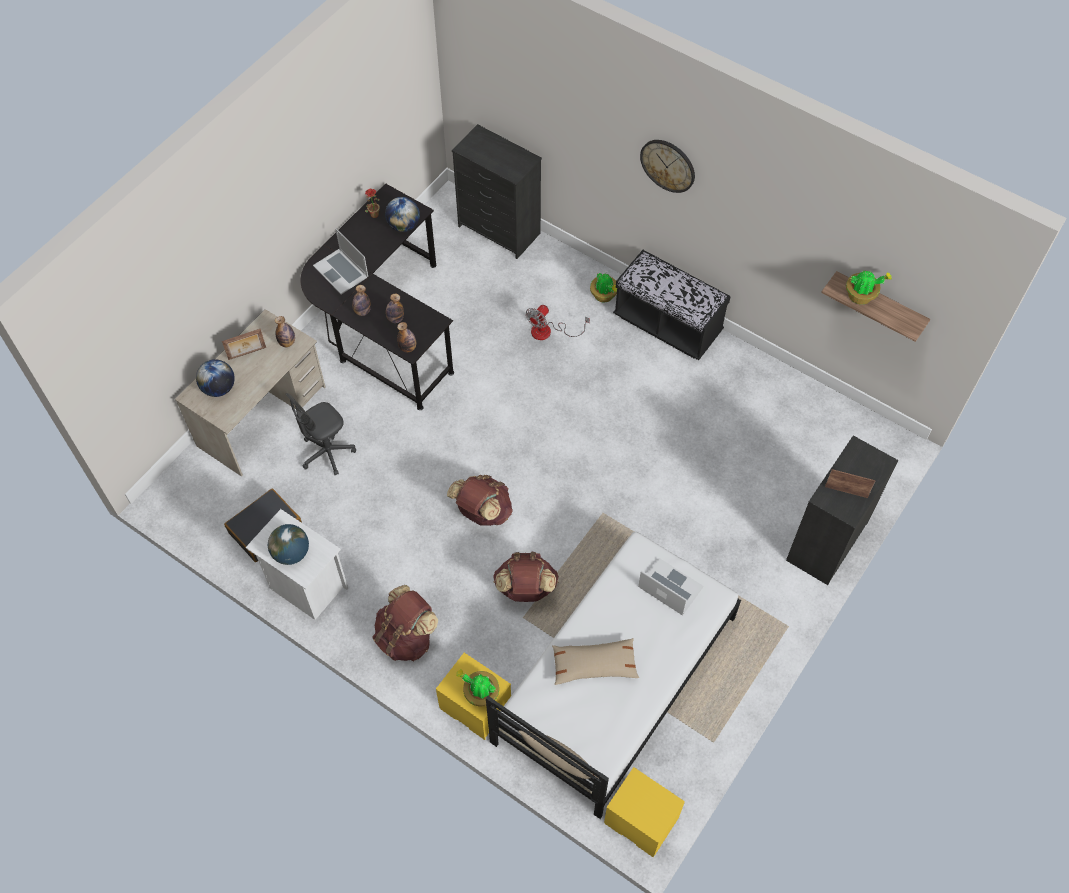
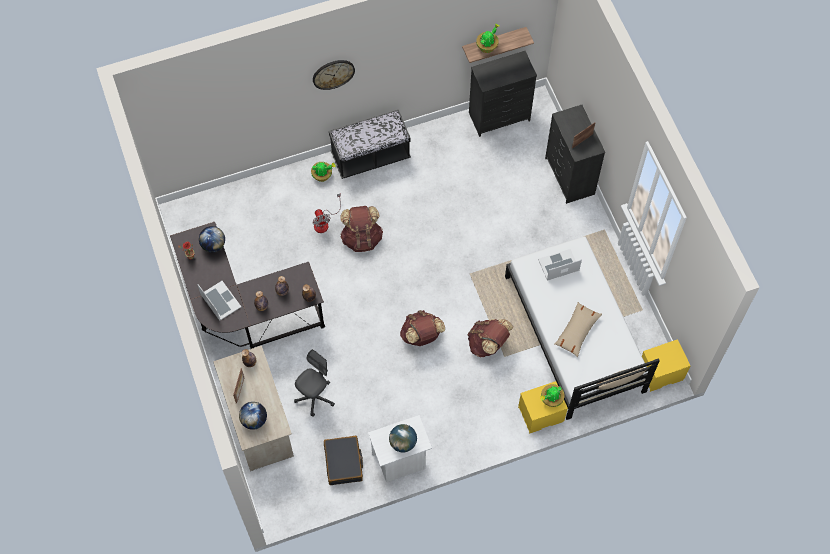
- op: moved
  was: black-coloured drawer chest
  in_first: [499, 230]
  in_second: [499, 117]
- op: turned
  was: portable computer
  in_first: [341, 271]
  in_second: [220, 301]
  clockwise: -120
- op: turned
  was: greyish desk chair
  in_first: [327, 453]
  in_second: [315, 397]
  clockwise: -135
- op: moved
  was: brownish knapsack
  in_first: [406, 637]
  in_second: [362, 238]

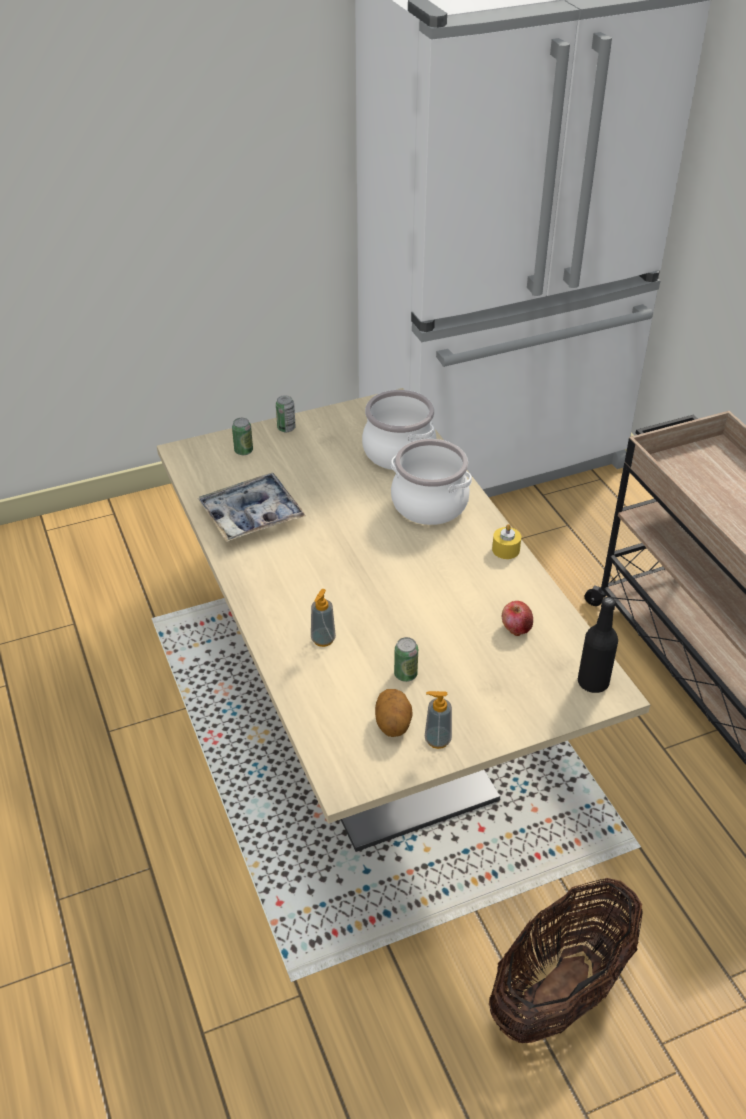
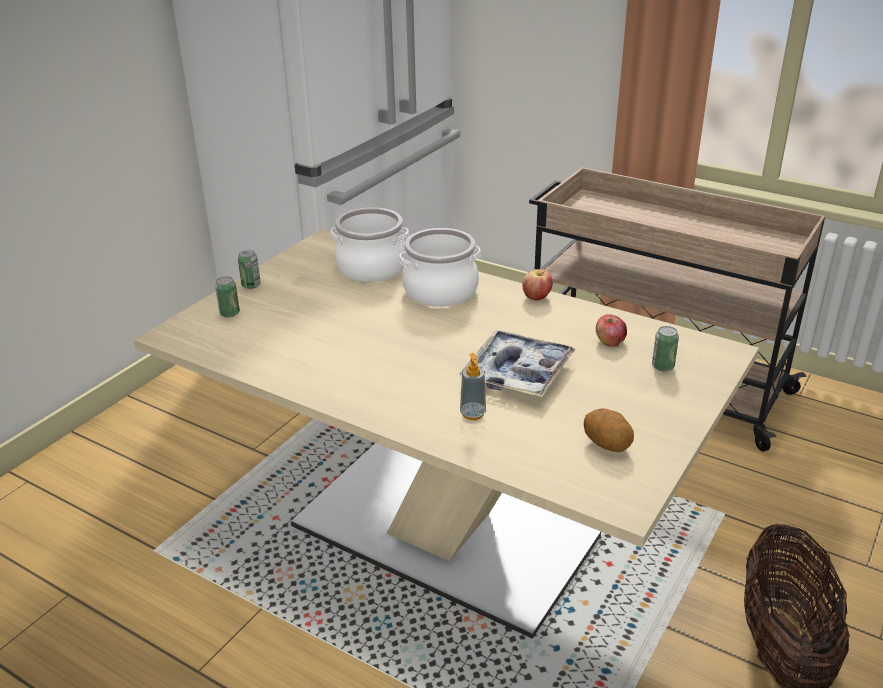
- op: moved
  was: carrying tray
  in_first: [252, 515]
  in_second: [517, 373]
- op: replaced
  was: yellow candle
  now: whole apple
  in_first: [506, 549]
  in_second: [536, 297]
- op: removed
  was: black-coloured bottle
  in_first: [593, 682]
- op: moved
  was: metal can
  in_first: [405, 674]
  in_second: [662, 366]
- op: removed
  was: liquid soap bottle
  in_first: [437, 740]

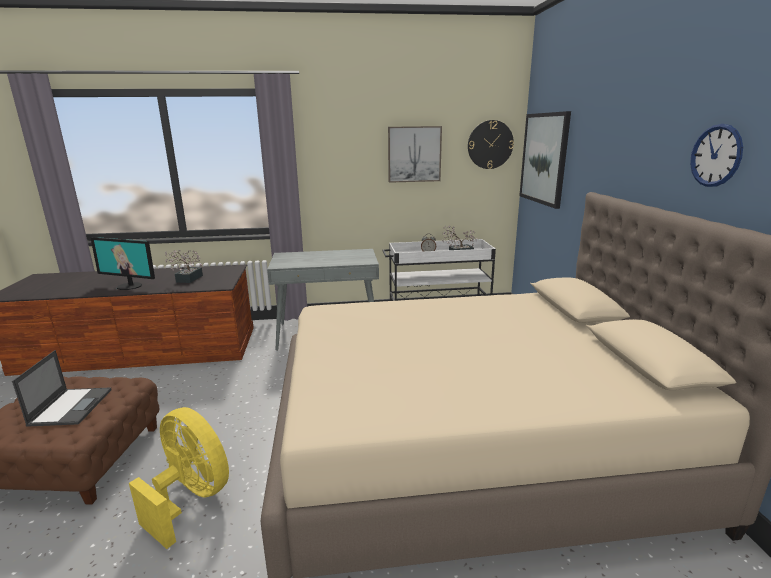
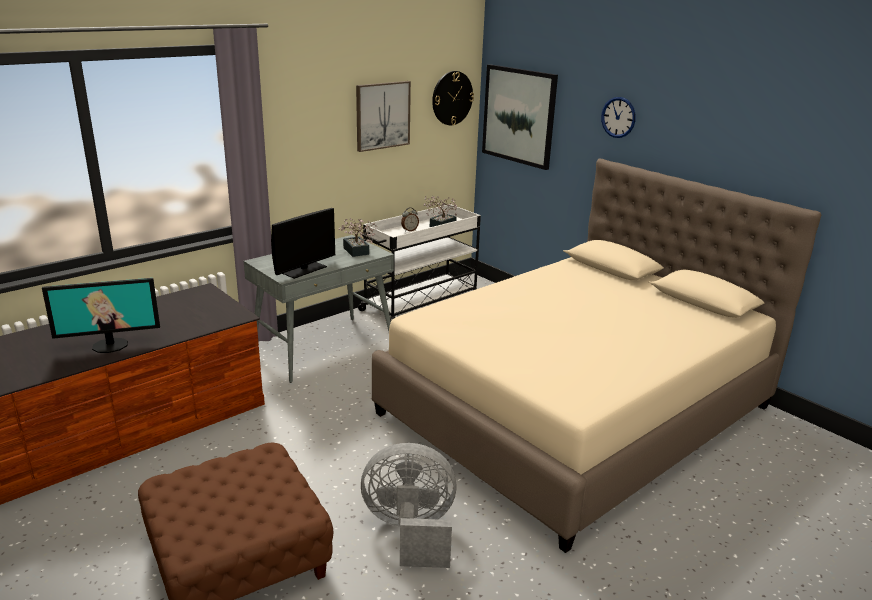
- op: moved
  was: wall clock
  in_first: [716, 155]
  in_second: [618, 117]
- op: moved
  was: potted plant
  in_first: [187, 280]
  in_second: [357, 252]
- op: removed
  was: portable computer
  in_first: [71, 406]
- op: recoloured
  was: yellow cooling fan
  now: greyish cooling fan
  in_first: [191, 498]
  in_second: [410, 532]
- op: added
  now: computer display
  in_second: [304, 270]

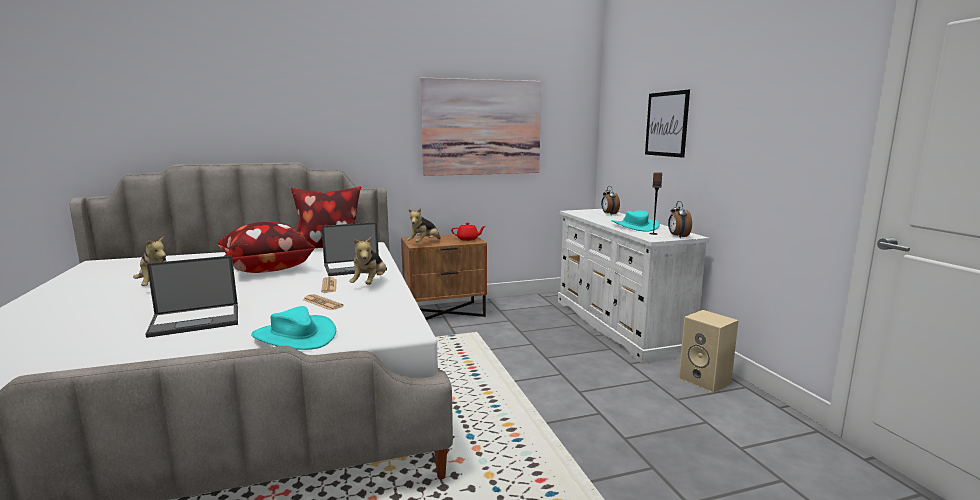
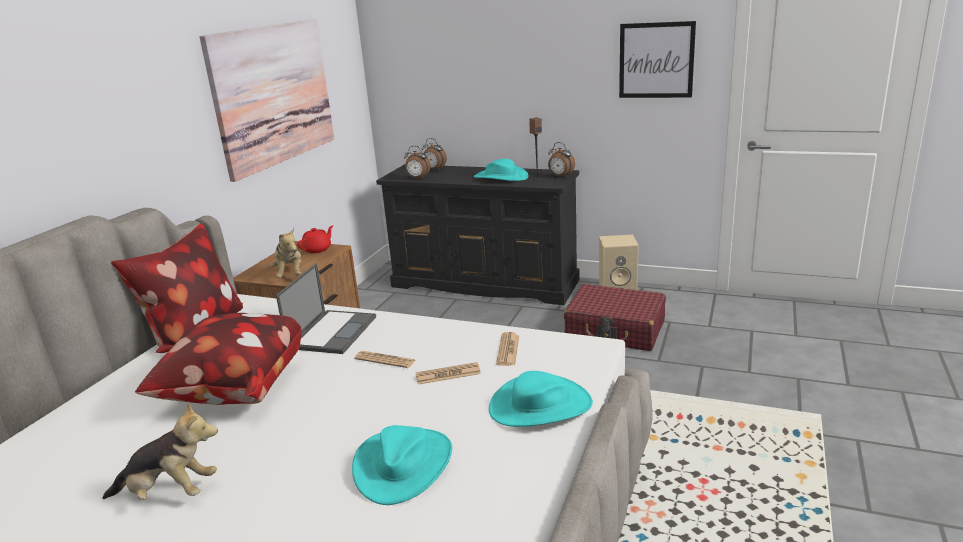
- op: moved
  was: wall art
  in_first: [666, 124]
  in_second: [656, 60]
- op: recoloured
  was: whitish drawer chest
  now: black-coloured drawer chest
  in_first: [618, 325]
  in_second: [485, 283]
- op: removed
  was: plush toy
  in_first: [370, 284]
- op: replaced
  was: portable computer
  now: turquoise wearable hat
  in_first: [197, 320]
  in_second: [403, 464]
- op: added
  now: table clock
  in_second: [417, 178]
- op: added
  now: reddish suitcase
  in_second: [615, 330]
- op: added
  now: printed paper
  in_second: [508, 350]

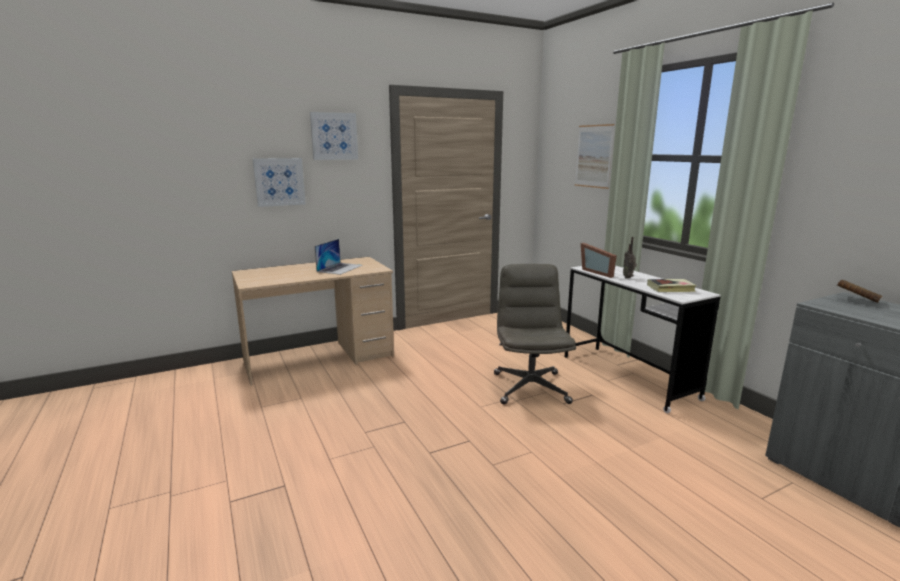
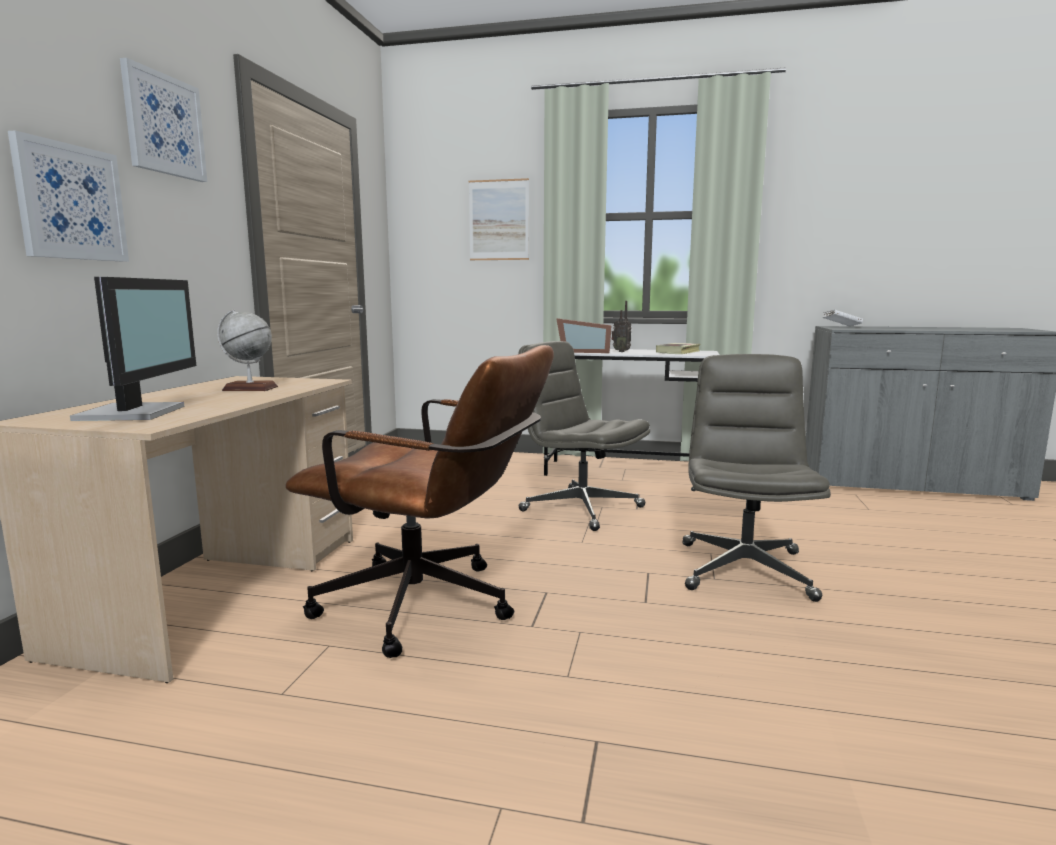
- op: replaced
  was: portable computer
  now: desk globe
  in_first: [340, 268]
  in_second: [250, 388]
- op: recoloured
  was: brownish bound book
  now: whitish bound book
  in_first: [856, 300]
  in_second: [841, 326]
- op: added
  now: computer display
  in_second: [136, 413]
- op: added
  now: brownish desk chair
  in_second: [432, 608]
- op: added
  now: greyish desk chair
  in_second: [744, 569]

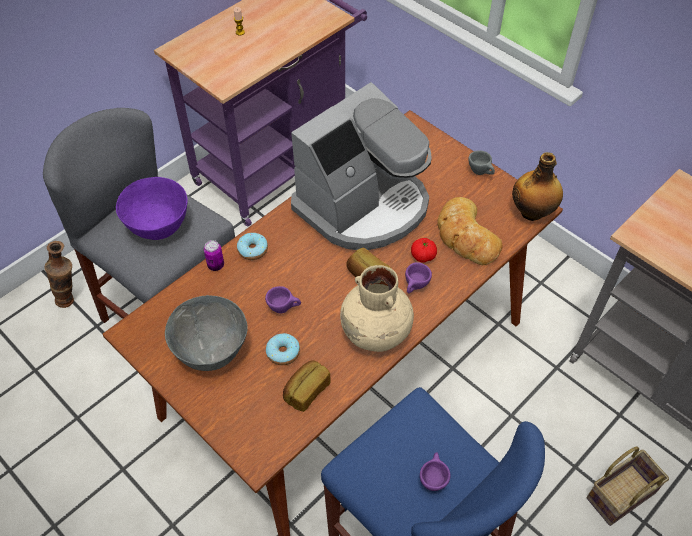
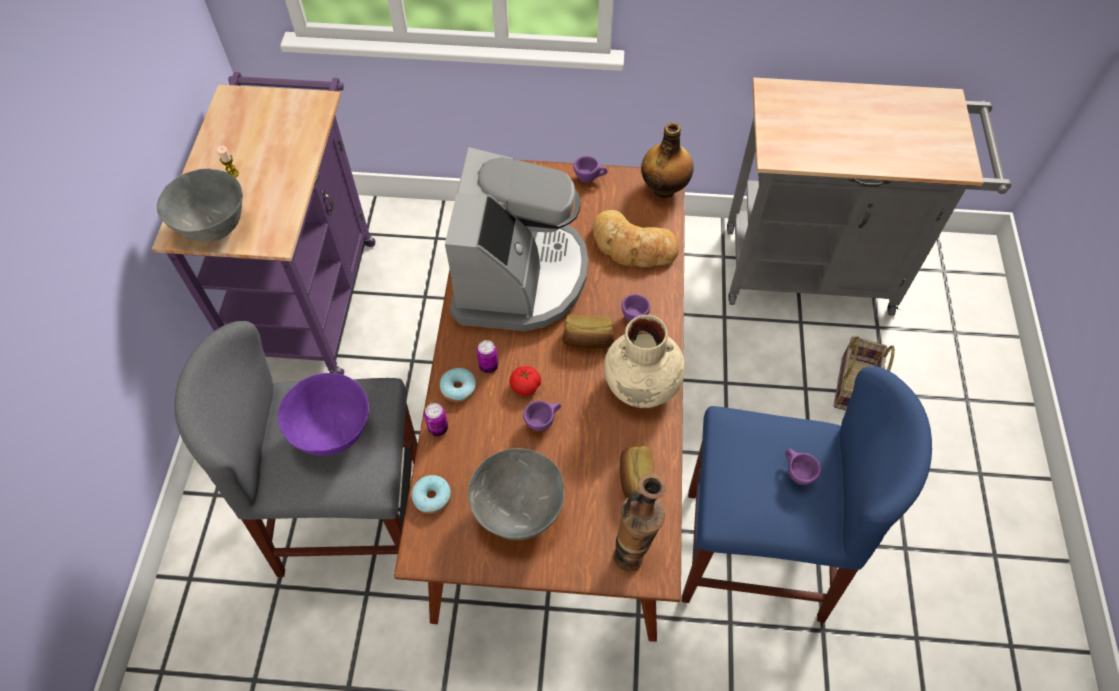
- op: recoloured
  was: greyish small cup
  now: purplish small cup
  in_first: [481, 172]
  in_second: [590, 179]
- op: moved
  was: fresh tomato
  in_first: [423, 256]
  in_second: [525, 386]
- op: moved
  was: decorative vase
  in_first: [71, 300]
  in_second: [633, 549]
- op: moved
  was: doughnut
  in_first: [283, 353]
  in_second: [432, 497]
- op: added
  now: greyish serving bowl
  in_second: [214, 227]
- op: added
  now: metal can
  in_second: [488, 366]

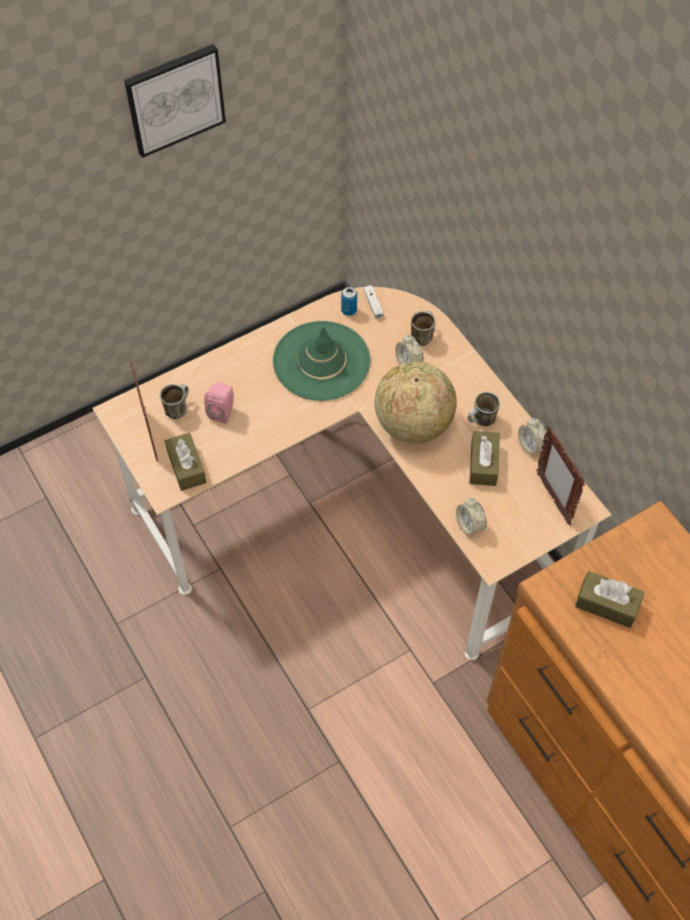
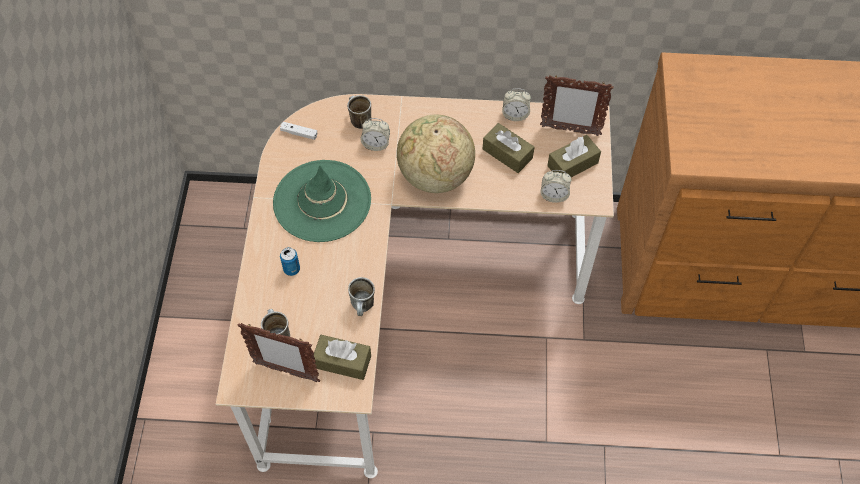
- op: removed
  was: wall art
  in_first: [175, 99]
- op: moved
  was: metal can
  in_first: [349, 310]
  in_second: [291, 269]
- op: removed
  was: pinkish speaker
  in_first: [223, 411]
- op: moved
  was: tea mug
  in_first: [481, 422]
  in_second: [363, 307]
- op: moved
  was: brownish box of tissues
  in_first: [607, 604]
  in_second: [572, 164]

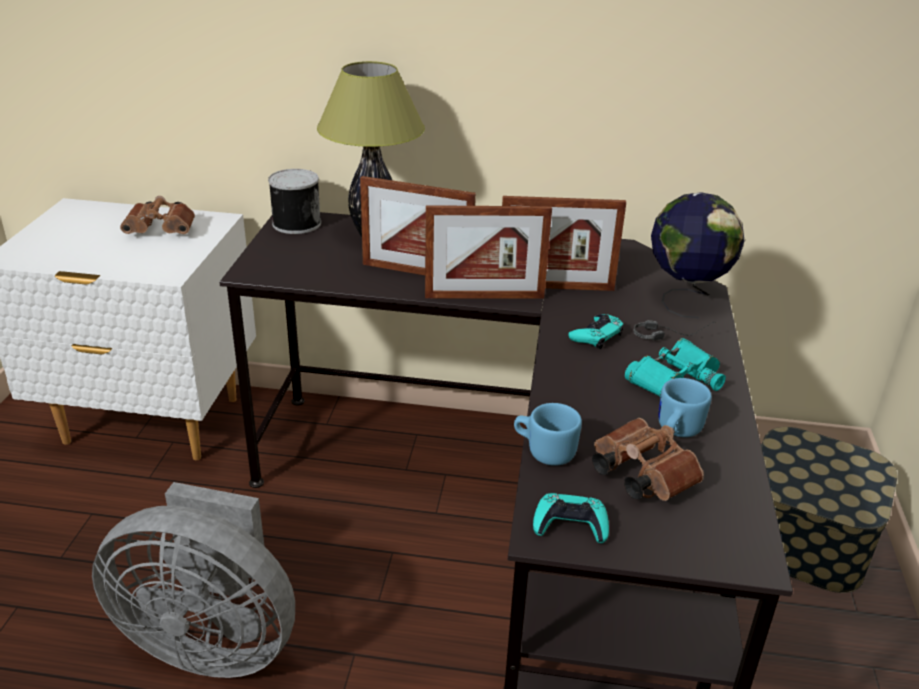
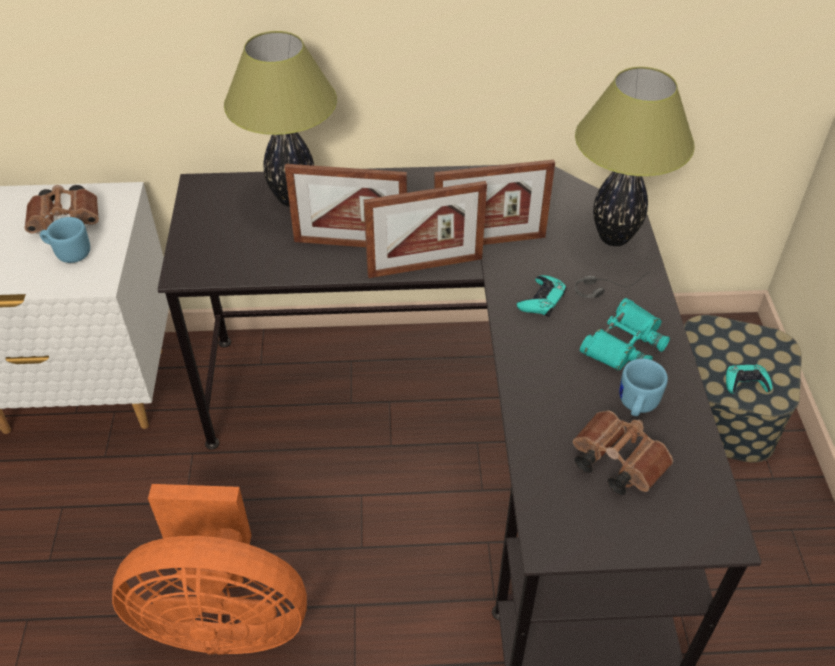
- op: removed
  was: metal can
  in_first: [295, 223]
- op: replaced
  was: desk globe
  now: lamp for a table
  in_first: [685, 299]
  in_second: [613, 237]
- op: moved
  was: blue-coloured tea mug
  in_first: [544, 451]
  in_second: [69, 252]
- op: recoloured
  was: greyish cooling fan
  now: orange cooling fan
  in_first: [212, 640]
  in_second: [222, 617]
- op: moved
  was: turquoise game controller
  in_first: [570, 525]
  in_second: [745, 383]

